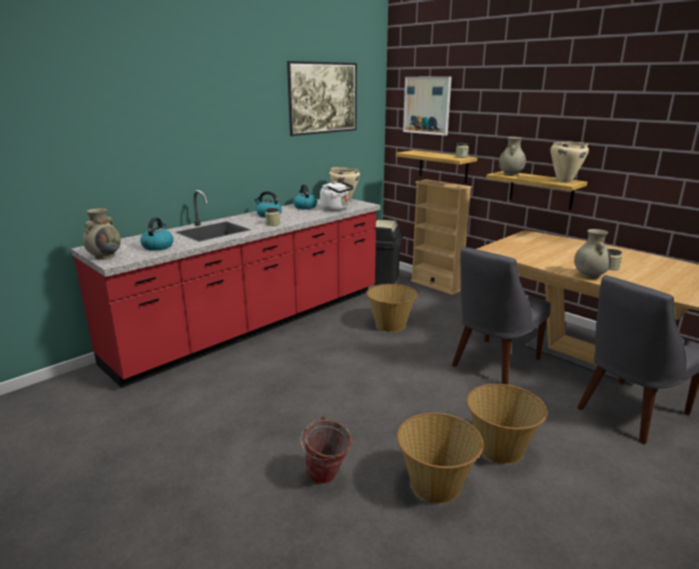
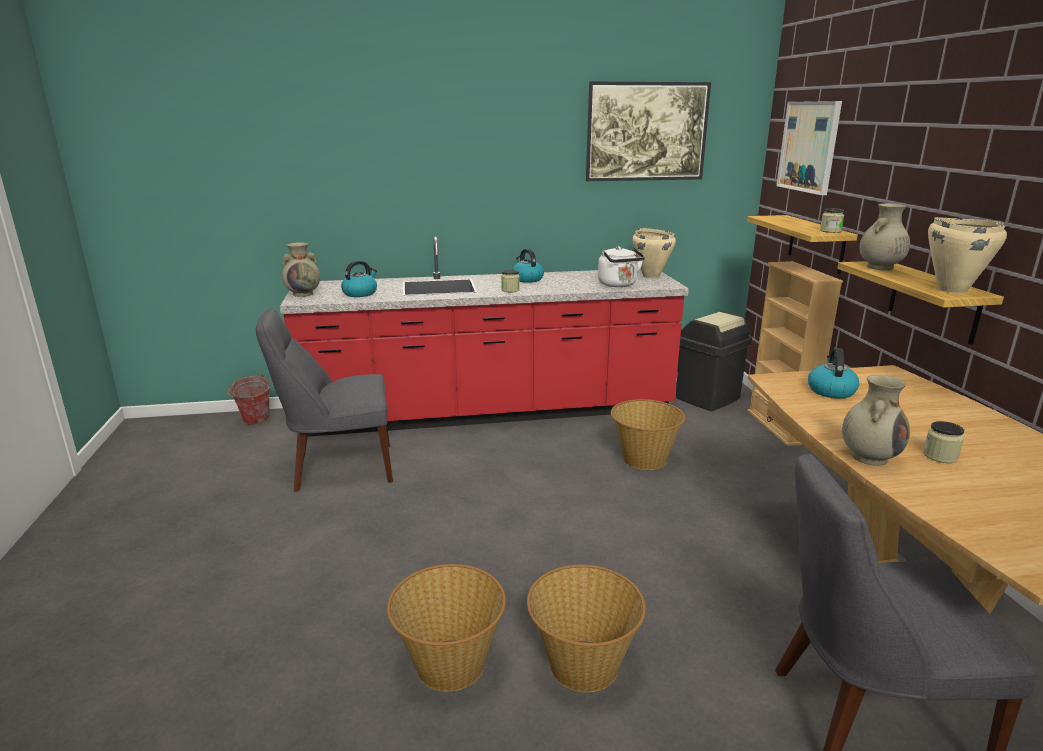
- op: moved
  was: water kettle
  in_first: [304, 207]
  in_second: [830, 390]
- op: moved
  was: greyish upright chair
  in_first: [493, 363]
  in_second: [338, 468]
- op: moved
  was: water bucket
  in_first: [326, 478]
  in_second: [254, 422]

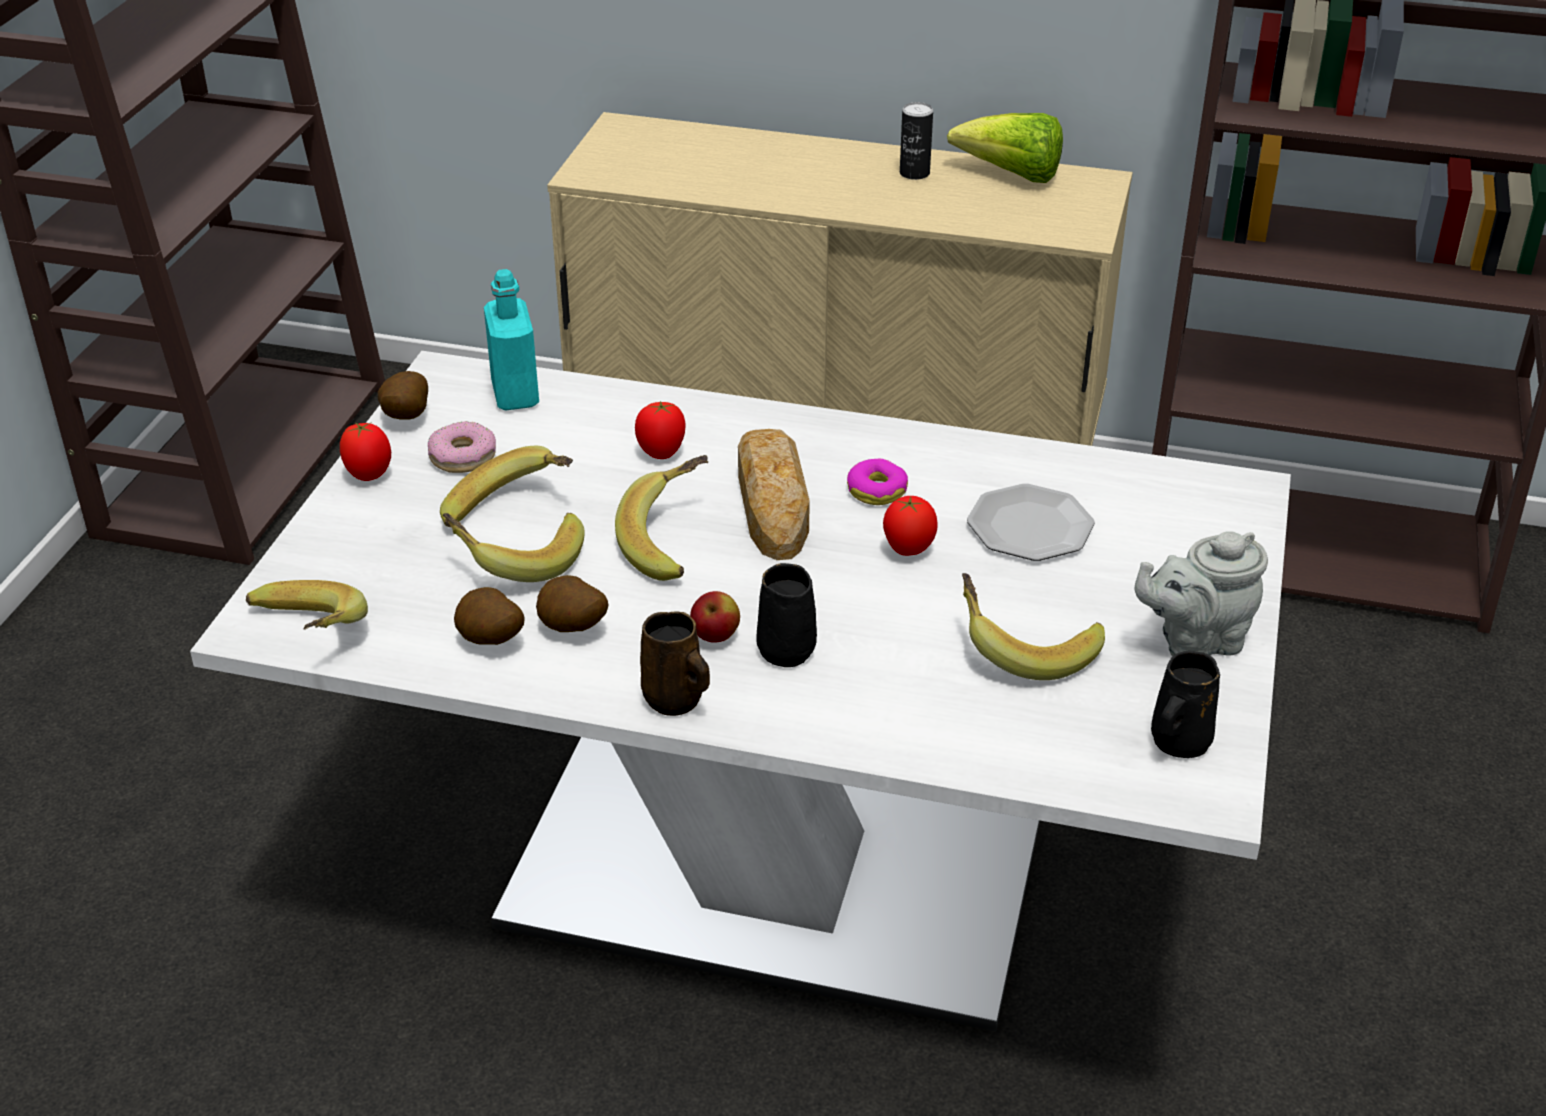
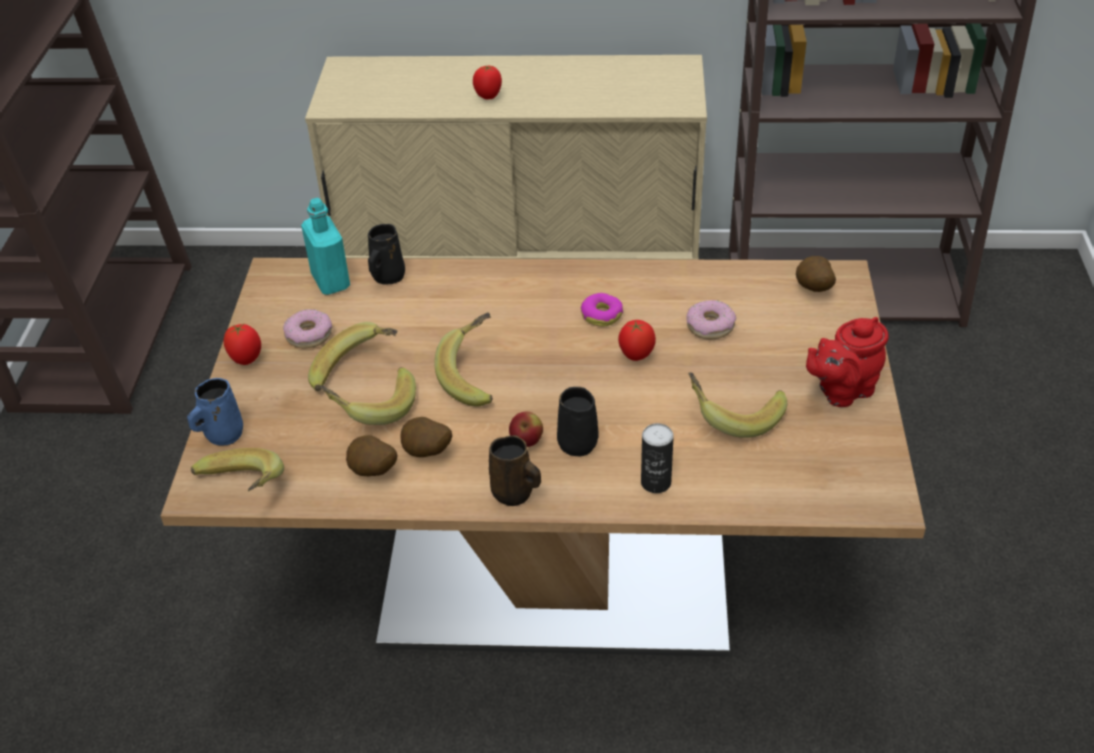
- op: moved
  was: metal can
  in_first: [914, 173]
  in_second: [656, 482]
- op: removed
  was: head of lettuce
  in_first: [1012, 176]
- op: recoloured
  was: whitish dinner table
  now: brownish dinner table
  in_first: [773, 877]
  in_second: [556, 576]
- op: moved
  was: spud
  in_first: [404, 418]
  in_second: [813, 290]
- op: moved
  was: fresh tomato
  in_first: [661, 454]
  in_second: [488, 97]
- op: removed
  was: bakery bread
  in_first: [772, 501]
- op: replaced
  was: flat dish
  now: doughnut
  in_first: [1029, 527]
  in_second: [710, 326]
- op: recoloured
  was: greyish tea pot
  now: reddish tea pot
  in_first: [1195, 641]
  in_second: [842, 391]
- op: moved
  was: black-coloured tea mug
  in_first: [1178, 743]
  in_second: [387, 277]
- op: added
  now: blue-coloured tea mug
  in_second: [222, 435]

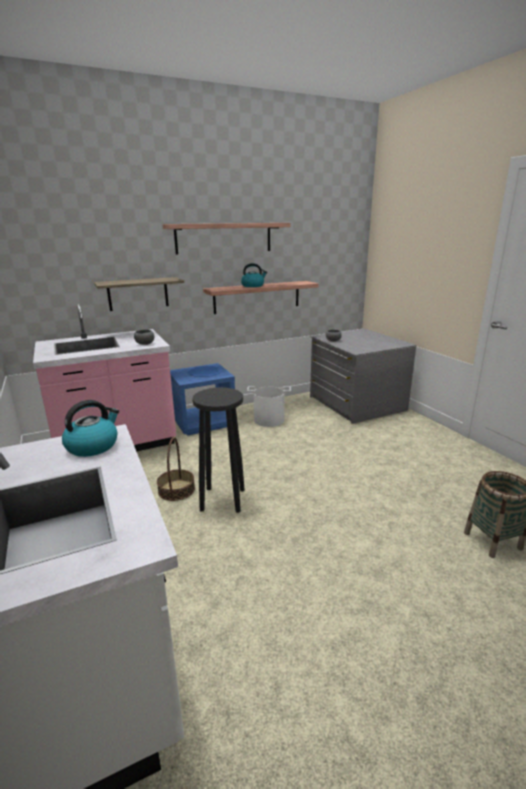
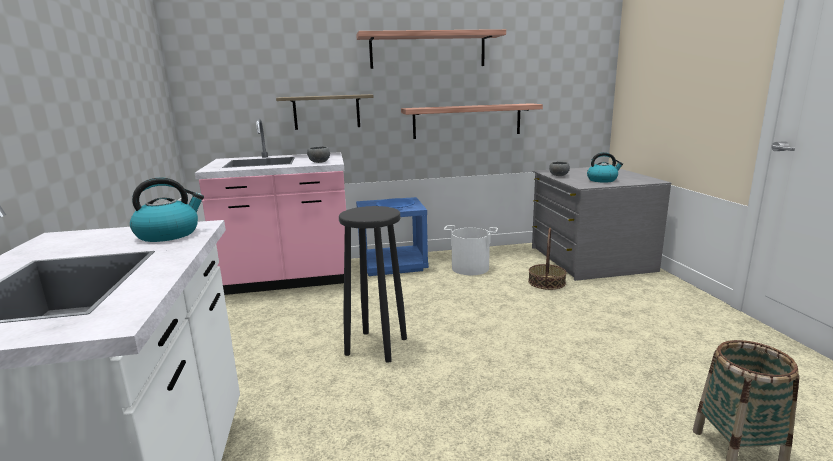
- op: moved
  was: water kettle
  in_first: [253, 286]
  in_second: [602, 180]
- op: moved
  was: basket
  in_first: [176, 490]
  in_second: [546, 282]

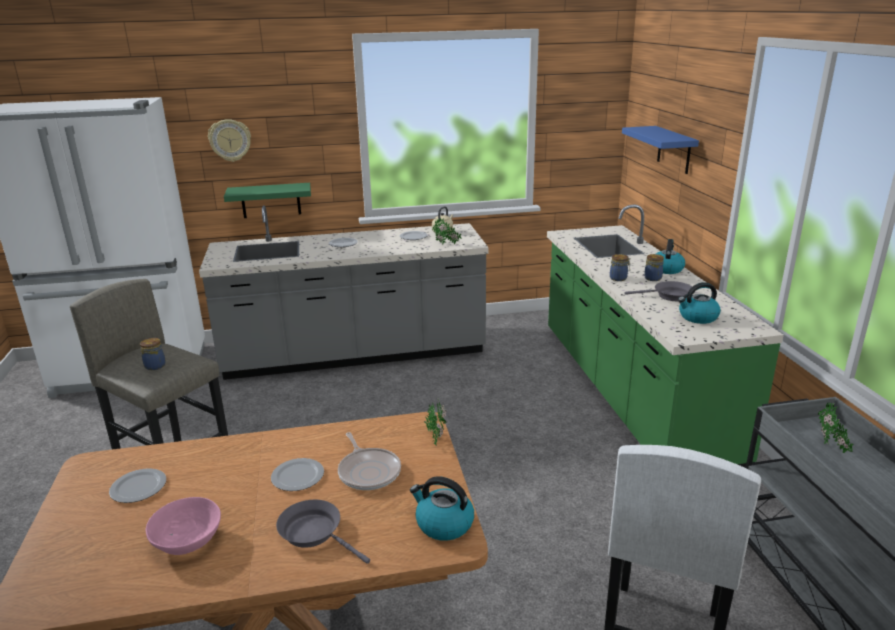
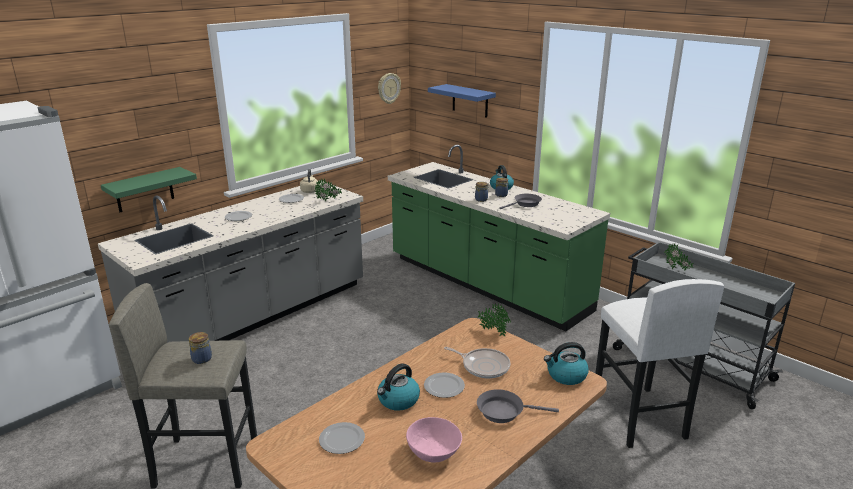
- op: moved
  was: wall clock
  in_first: [230, 140]
  in_second: [388, 88]
- op: moved
  was: water kettle
  in_first: [697, 317]
  in_second: [398, 400]

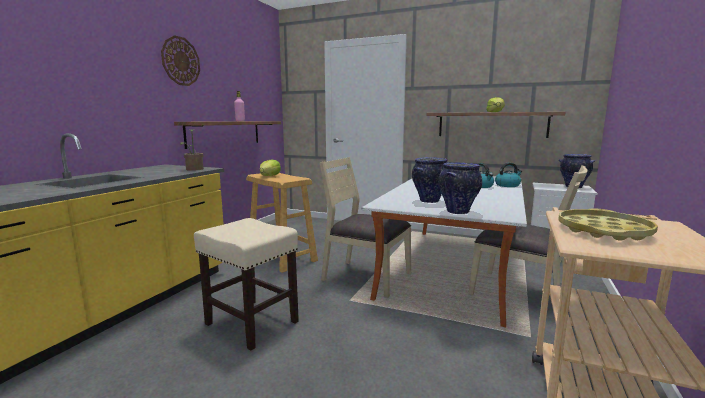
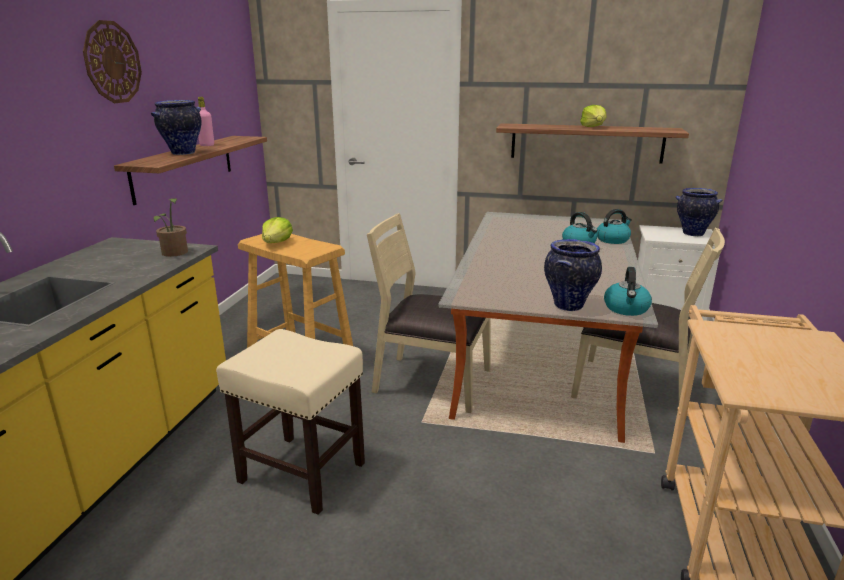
- op: moved
  was: decorative vase
  in_first: [429, 201]
  in_second: [182, 153]
- op: removed
  was: yellow carrying tray
  in_first: [603, 231]
- op: added
  now: water kettle
  in_second: [626, 309]

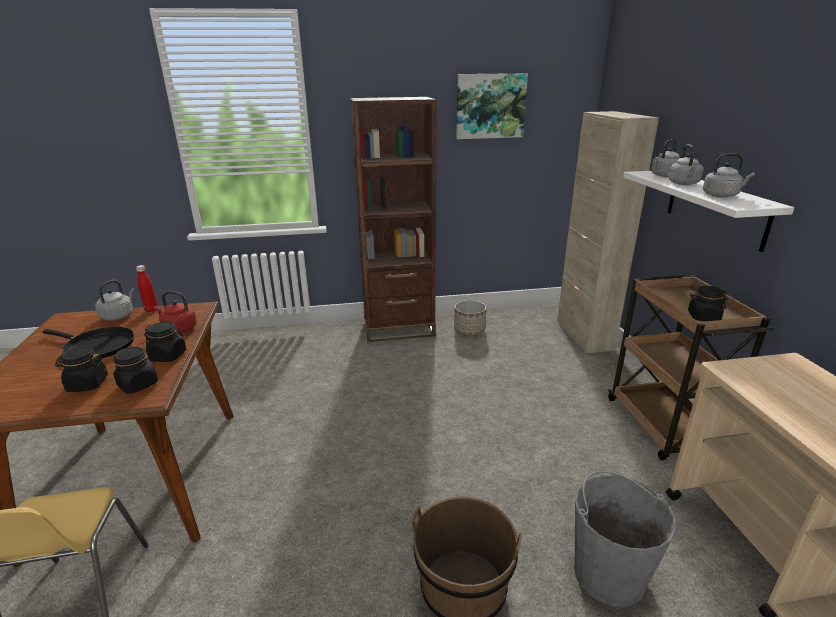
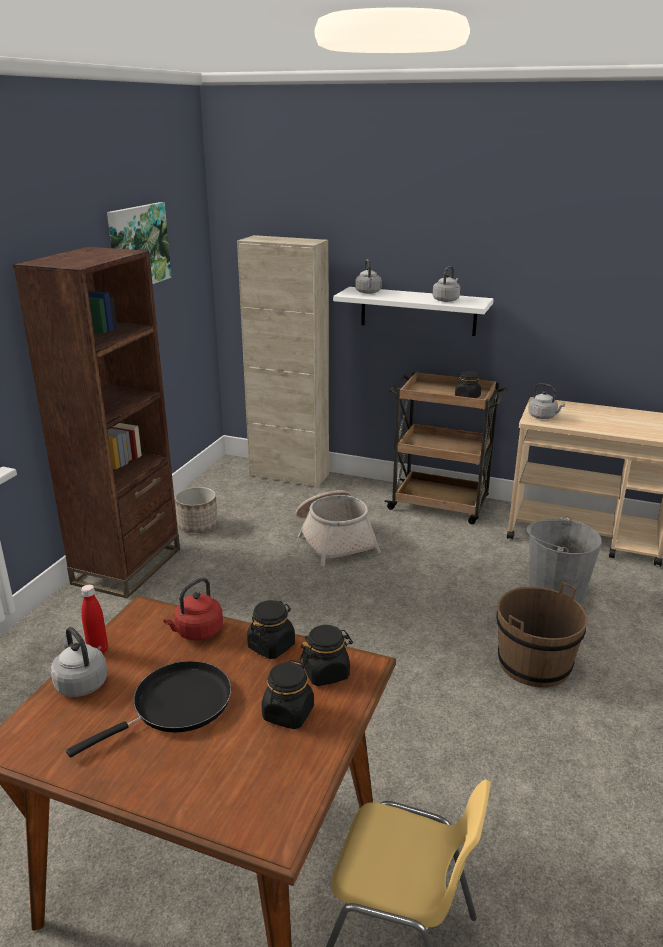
- op: moved
  was: greyish water kettle
  in_first: [684, 184]
  in_second: [543, 417]
- op: added
  now: basket
  in_second: [334, 539]

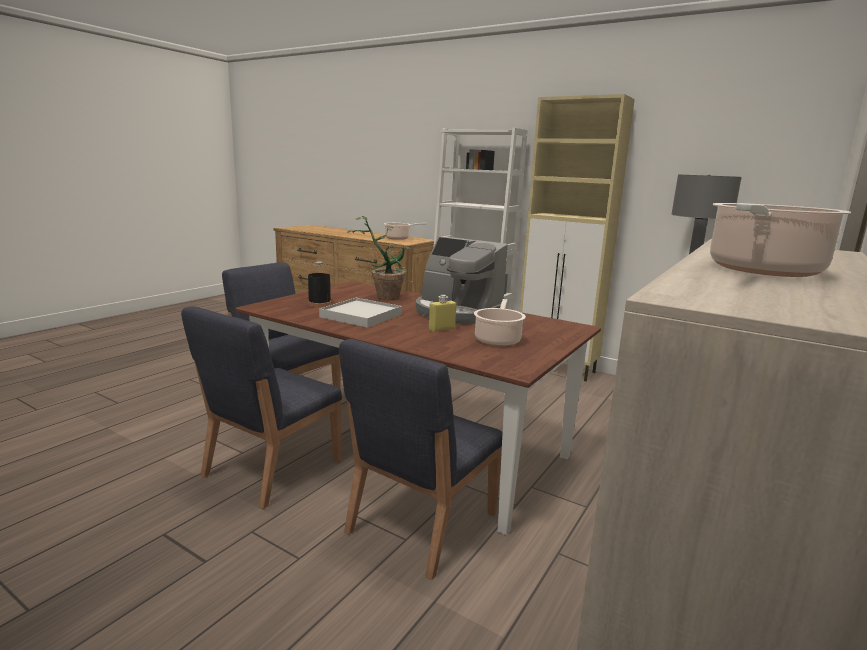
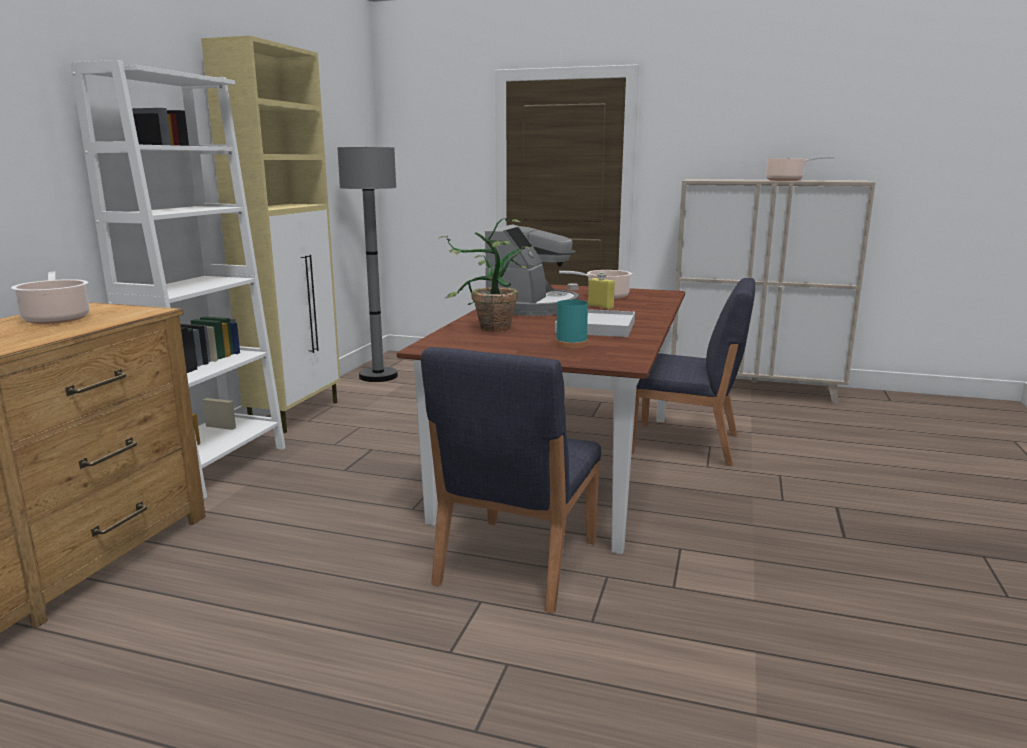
- op: recoloured
  was: black-coloured bottle
  now: turquoise bottle
  in_first: [319, 304]
  in_second: [571, 344]
- op: removed
  was: blue-coloured upright chair
  in_first: [271, 469]

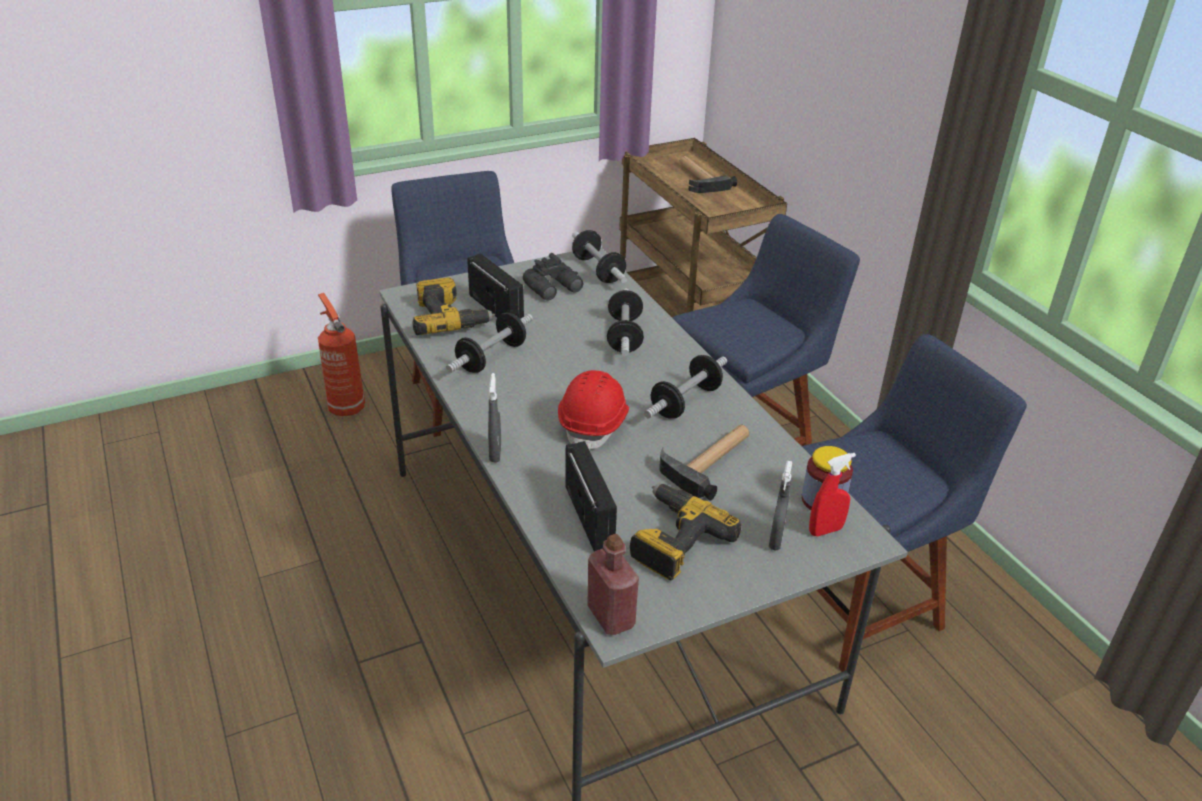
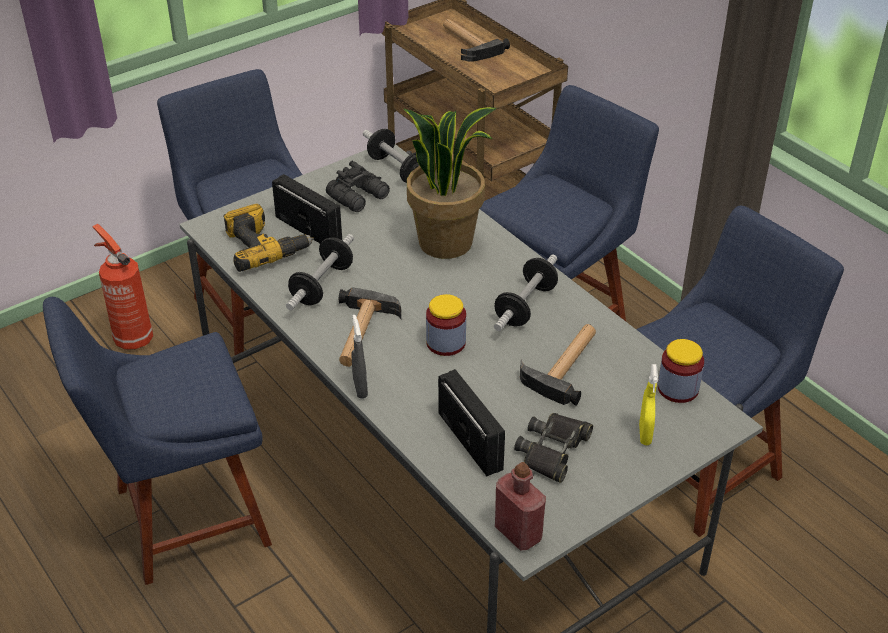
- op: replaced
  was: free weight
  now: potted plant
  in_first: [624, 336]
  in_second: [446, 242]
- op: replaced
  was: reddish safety helmet
  now: preserve jar
  in_first: [594, 424]
  in_second: [446, 343]
- op: removed
  was: reddish hand sprayer
  in_first: [825, 530]
- op: recoloured
  was: greyish hand sprayer
  now: yellow hand sprayer
  in_first: [775, 539]
  in_second: [645, 434]
- op: replaced
  was: drill
  now: black-coloured field glasses
  in_first: [673, 540]
  in_second: [553, 450]
- op: added
  now: tool hammer
  in_second: [361, 334]
- op: added
  now: blue-coloured upright chair
  in_second: [183, 519]

